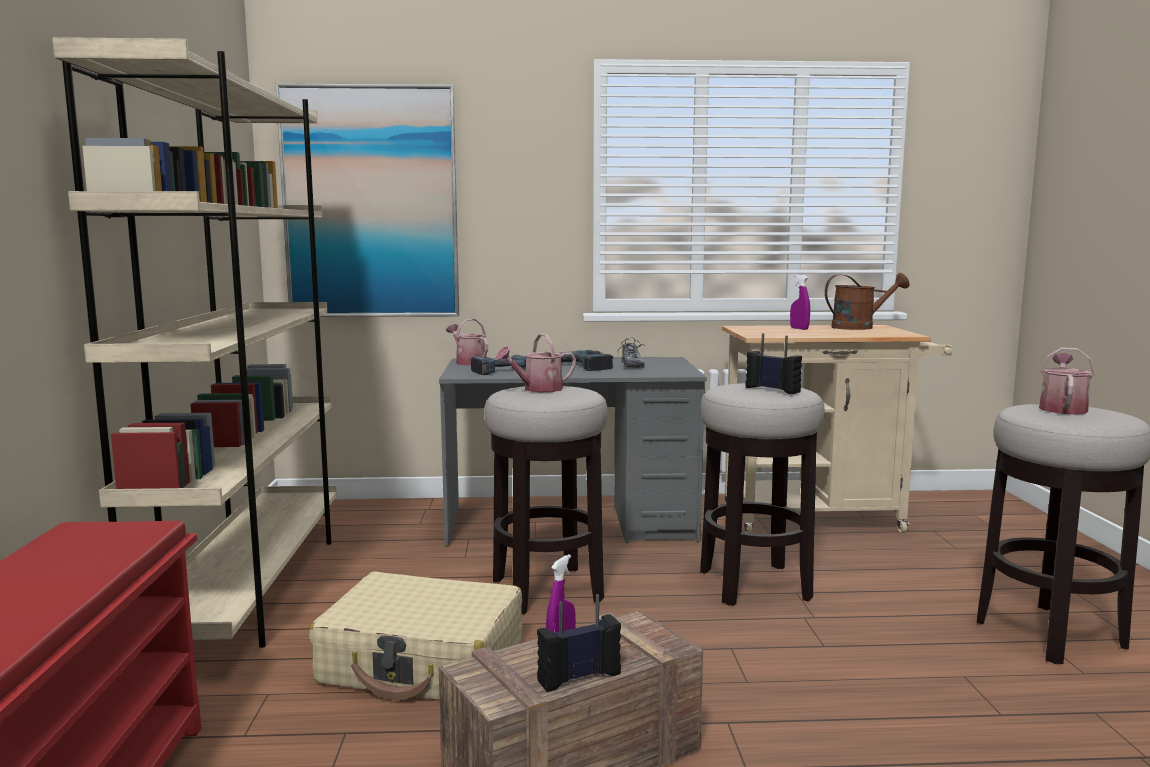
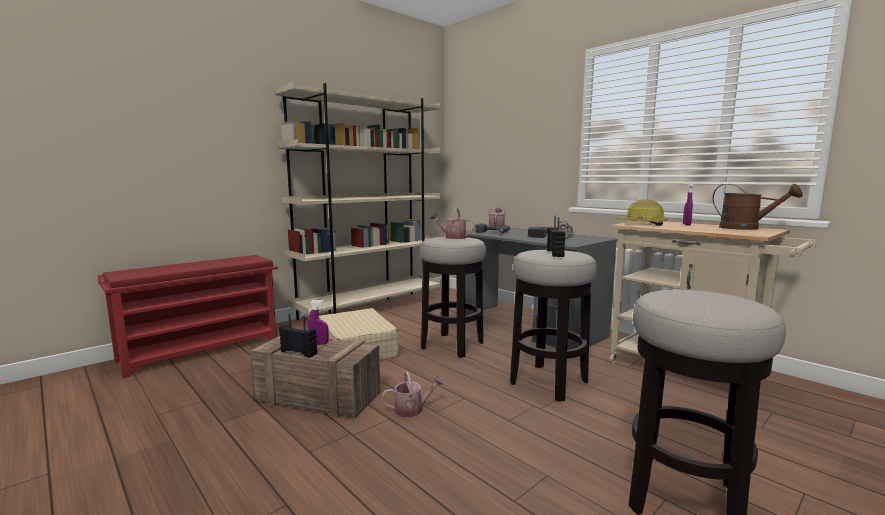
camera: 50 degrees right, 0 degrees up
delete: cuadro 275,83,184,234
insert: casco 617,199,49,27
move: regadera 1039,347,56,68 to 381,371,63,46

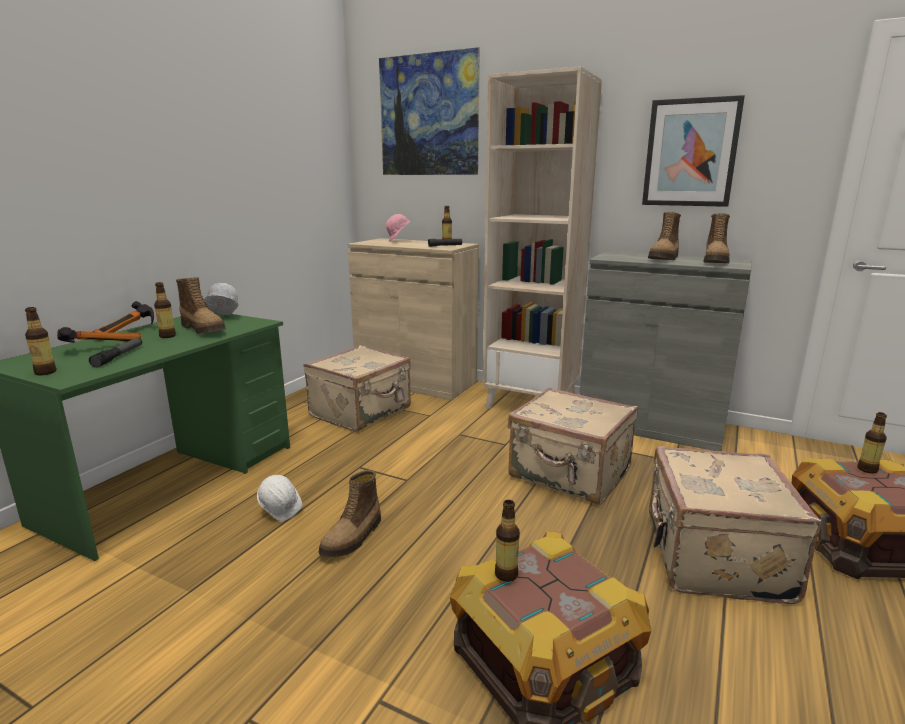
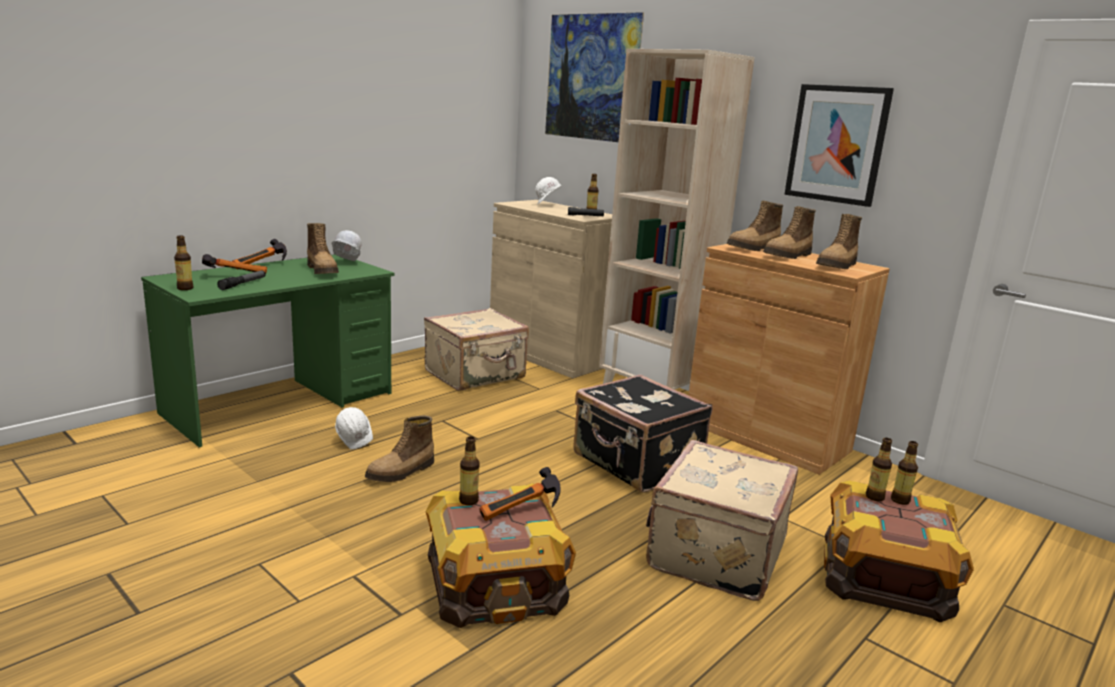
camera: 15 degrees right, 0 degrees up
insert: martillo 479,467,82,54; bota 726,201,57,50
move: botella 154,282,22,56 to 866,438,26,63
recolor: casco [rosa] 386,214,24,28 to casco [blanco] 535,177,27,28; maleta [beis] 508,387,130,118 to maleta [negro] 573,374,140,119; armario [gris] 579,251,173,200 to armario [marrón] 688,244,202,231

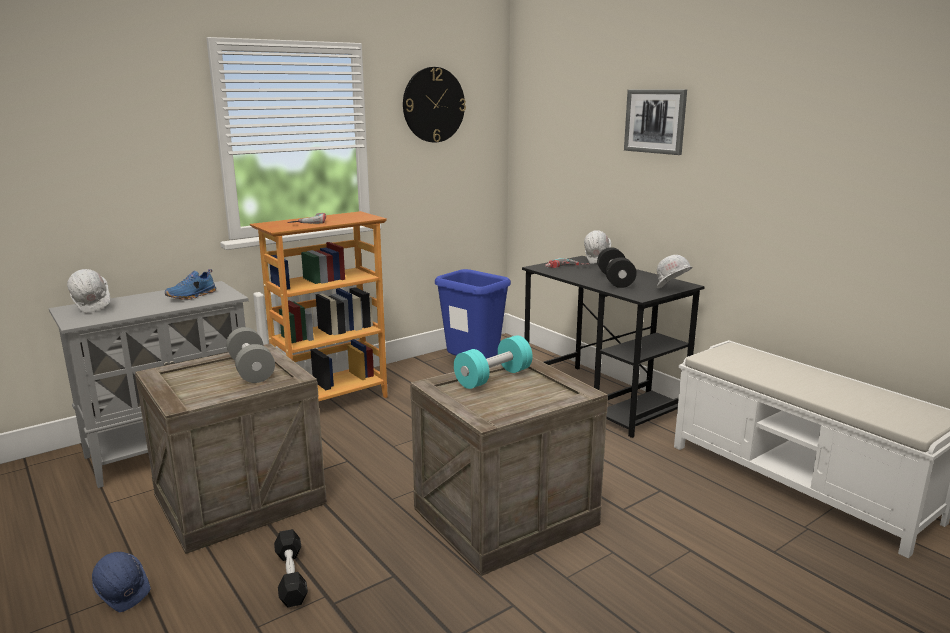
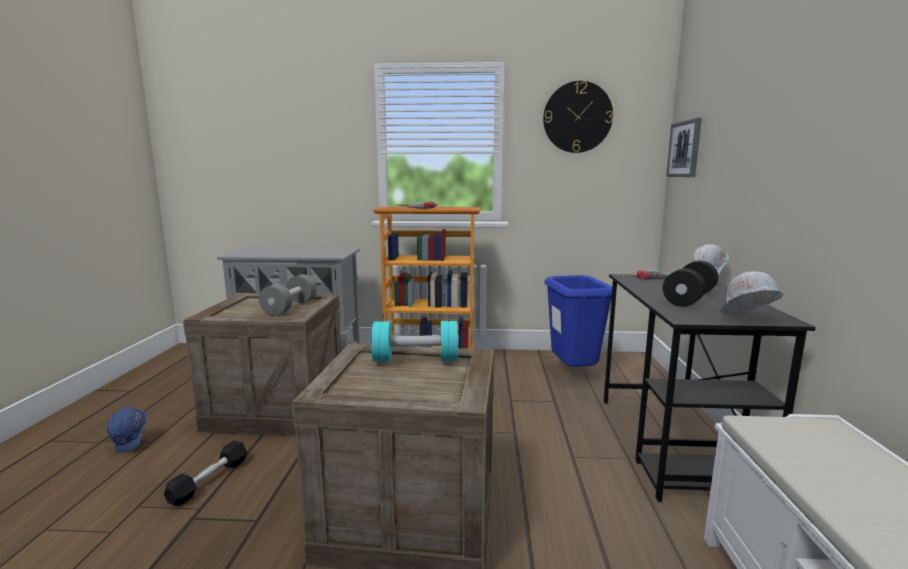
camera: 40 degrees right, 5 degrees down
delete: casco [blanco] 67,269,44,44; zapato [azul] 165,269,51,31
move: cuadro 624,90,63,65 to 666,118,36,59

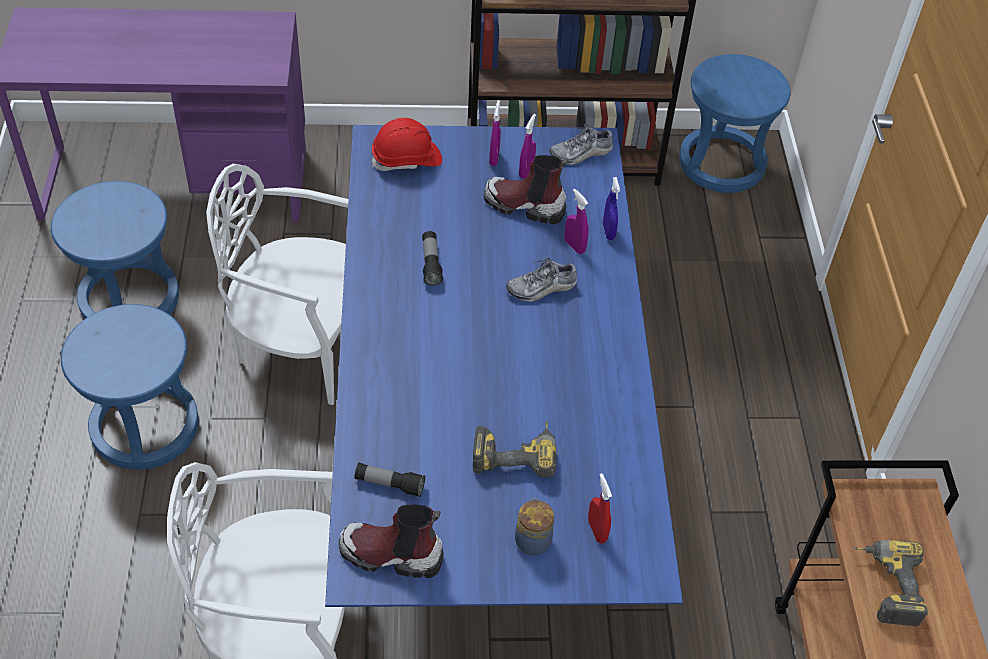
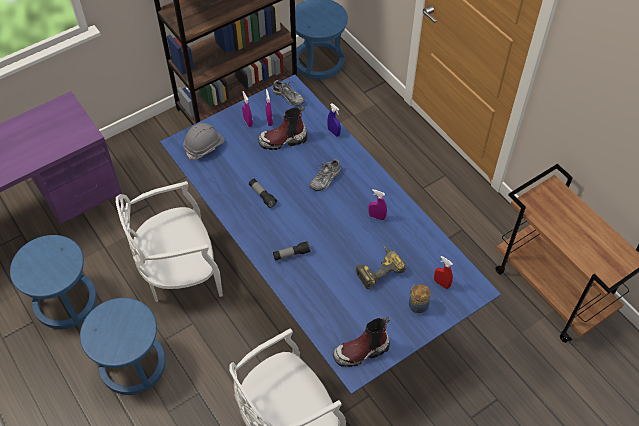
camera: 30 degrees left, 5 degrees up
delete: taladro 853,540,75,86
move: linterna 355,463,70,34 to 273,241,38,20; pulverizador [morado] 565,189,23,65 to 368,189,19,31
recolor: casco [rojo] 372,118,70,53 to casco [gris] 183,123,42,37
rotate: zapato 549,124,64,41 = 273,80,32,26 90 degrees counterclockwise

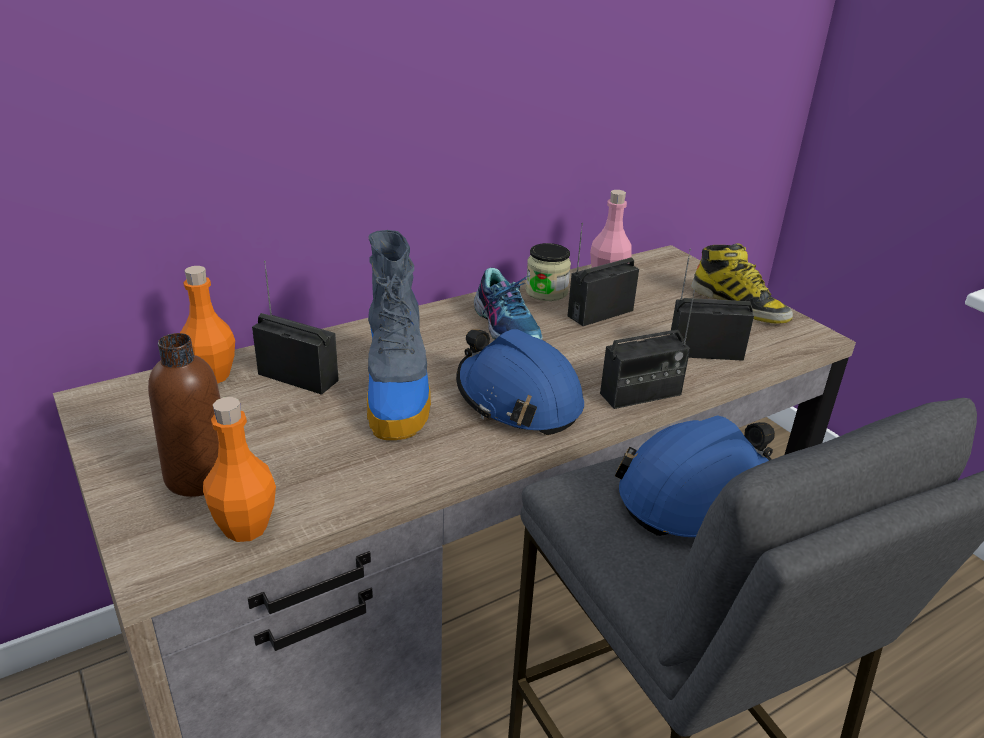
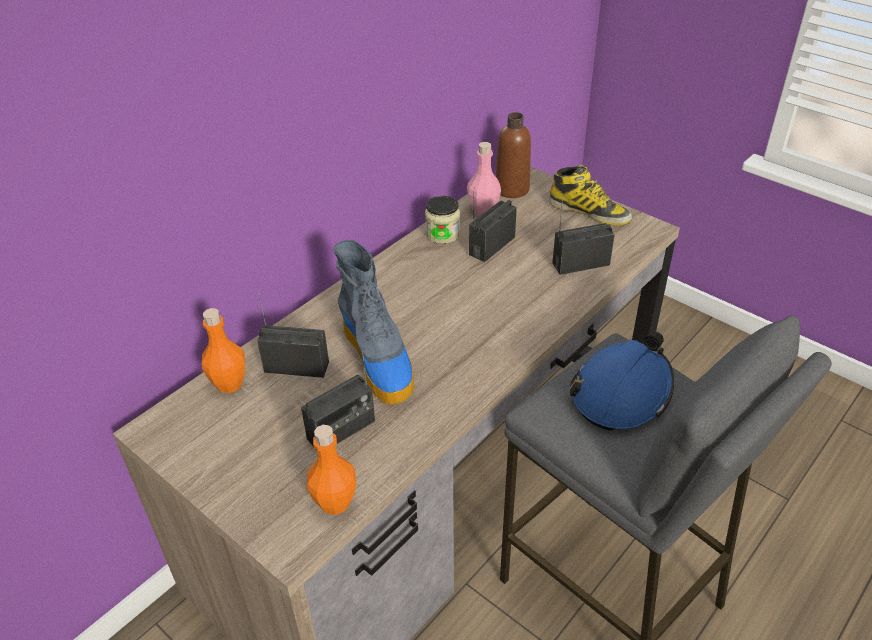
camera: 15 degrees left, 10 degrees up
delete: casco [azul] 456,329,128,106; zapato 474,268,69,72
move: botella [marrón] 148,333,73,164 to 495,112,36,86; radio 600,289,95,120 to 301,350,74,100

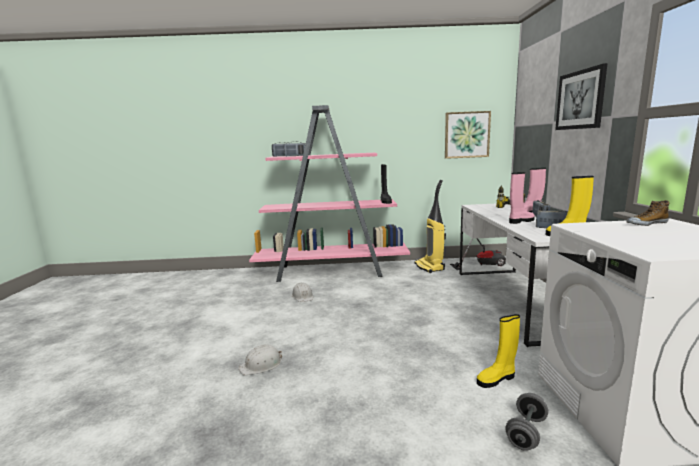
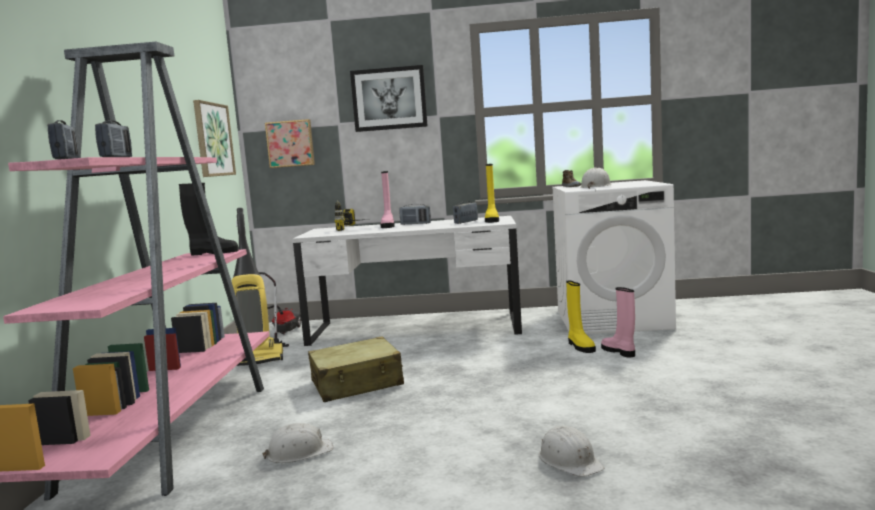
camera: 85 degrees left, 5 degrees down
delete: mancuerna [gris] 505,393,43,58
insert: cuadro 265,119,50,49; maleta [beis] 308,337,96,65; casco [blanco] 580,167,32,22
move: bota [rosa] 509,172,26,52 to 601,287,34,71

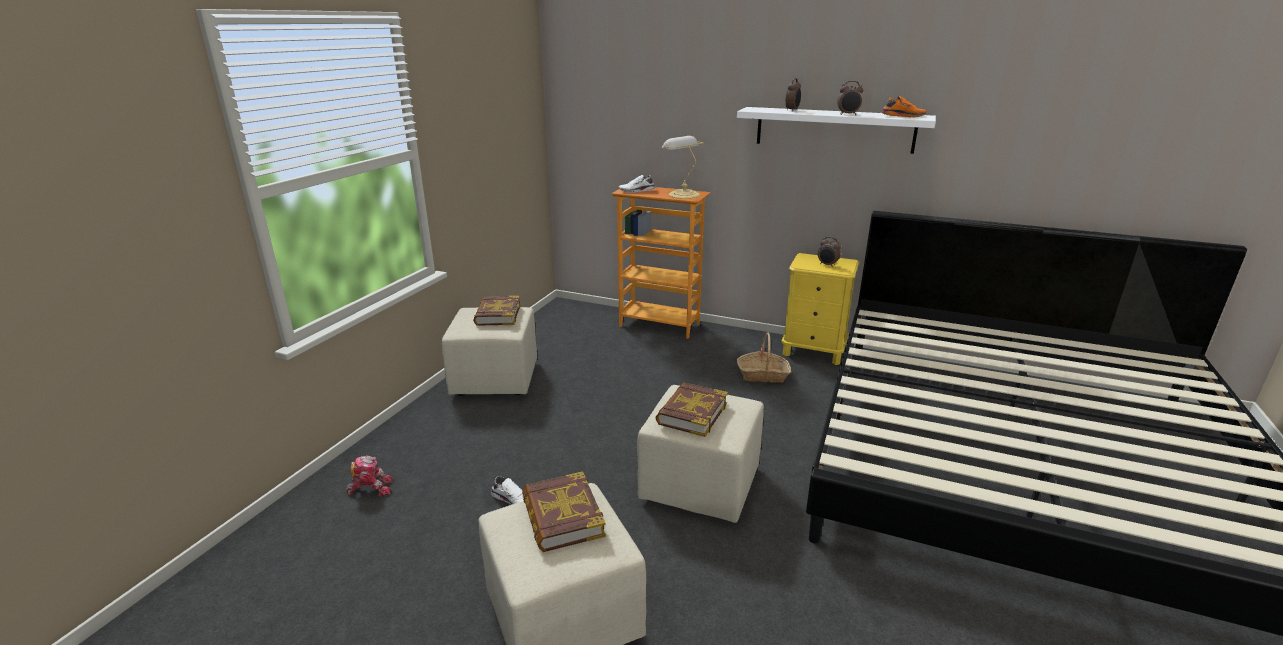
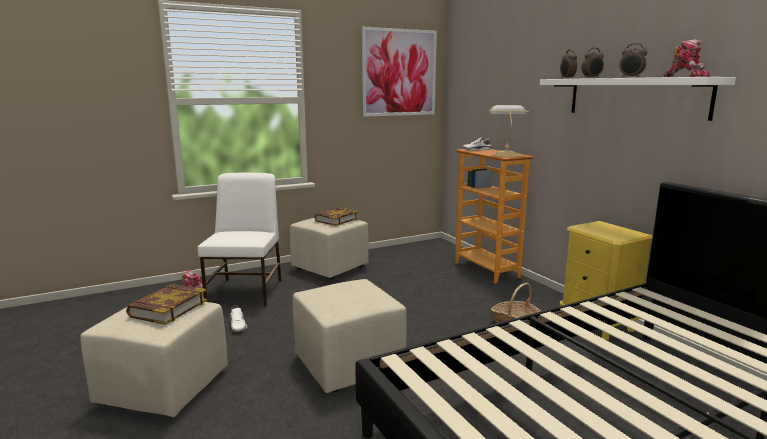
camera: 40 degrees right, 10 degrees down
delete: libro 655,382,73,55
insert: silla [blanco] 198,173,84,133; cuadro 362,27,75,90
move: despertador 818,237,23,30 to 560,49,17,30
replace: zapato [naranja] 881,96,46,22 to robot de juguete 663,39,47,38

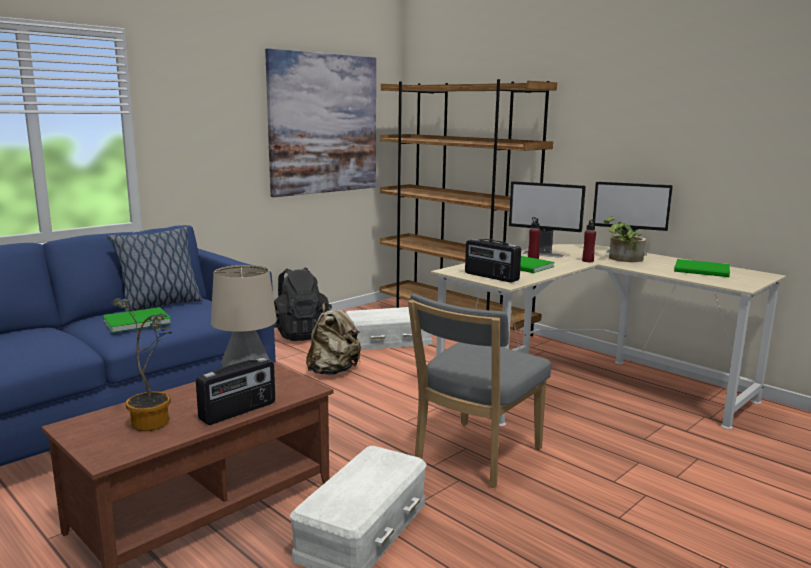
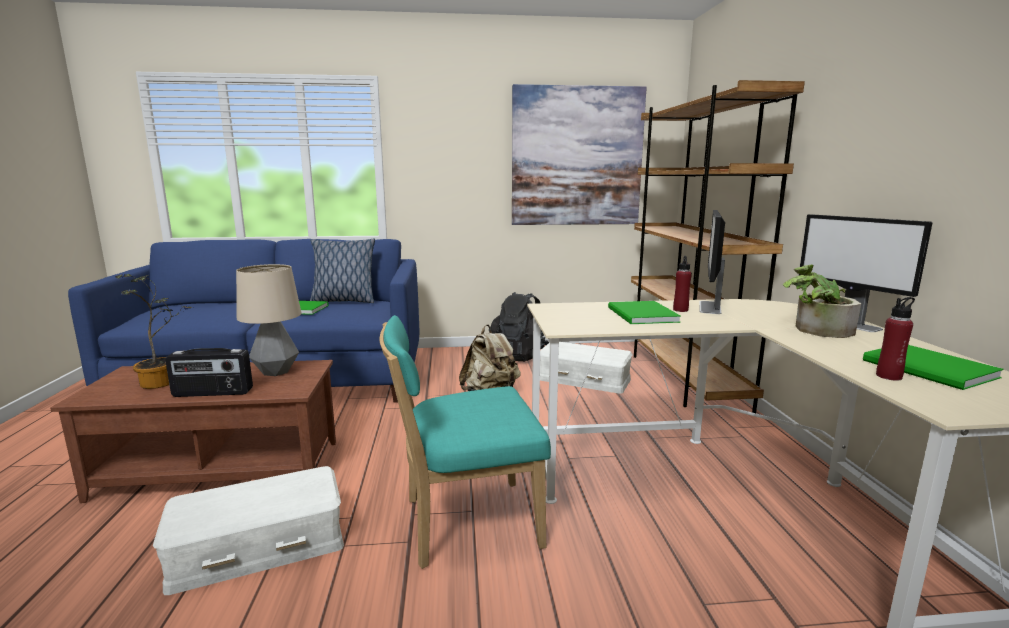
camera: 40 degrees right, 0 degrees up
delete: radio 465,239,56,44
move: botella [rojo] 582,219,14,43 to 876,297,39,84
recolor: silla [gris] 408,293,143,195 to silla [turquesa] 380,315,171,254
rotate: monitor 509,181,77,77 = 699,210,26,104 45 degrees clockwise

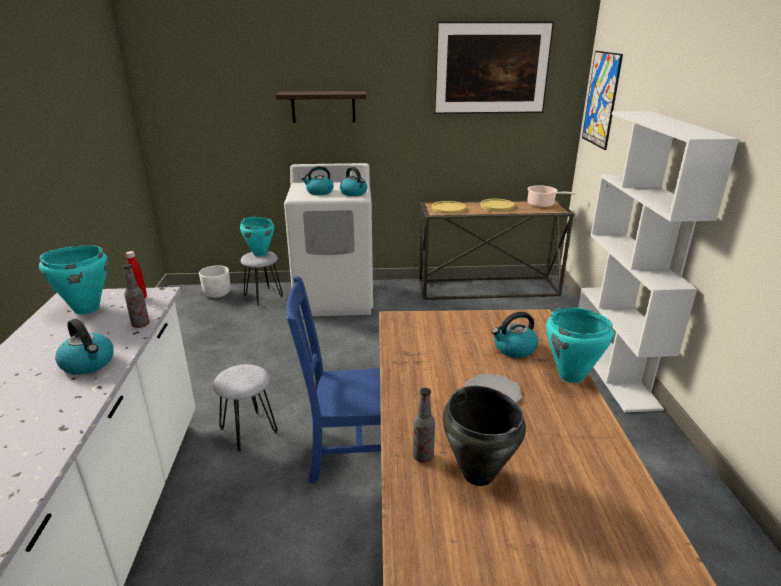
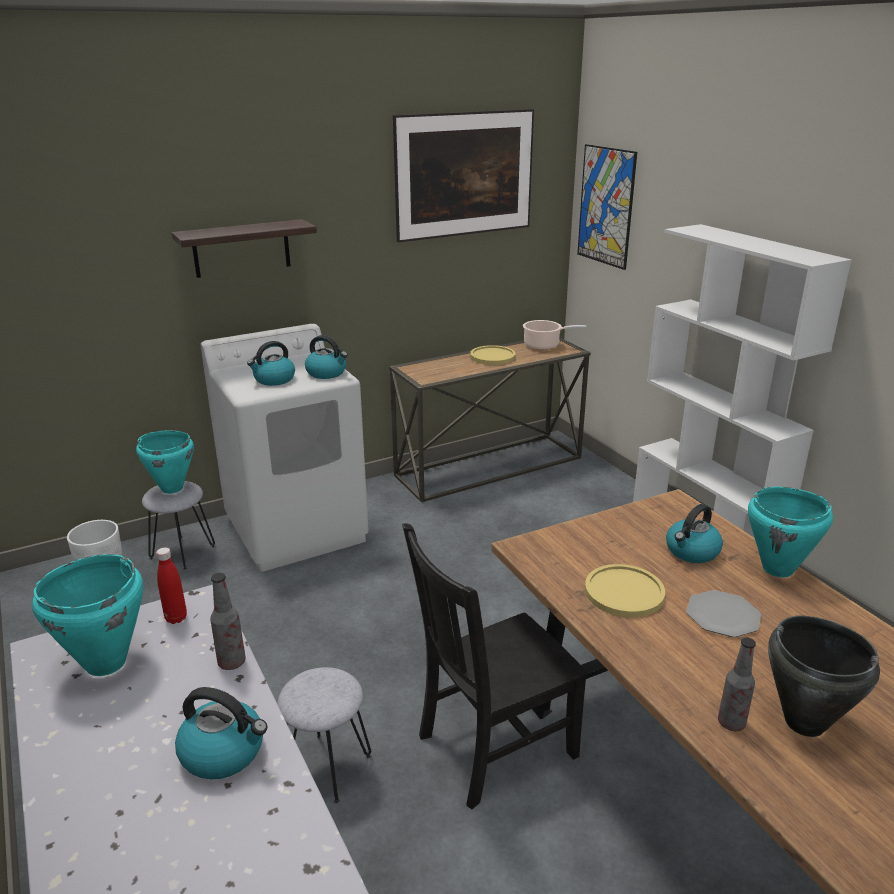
camera: 25 degrees left, 0 degrees up
move: plato [amarillo] 432,201,34,13 to 585,564,80,53
recolor: silla [azul] 286,276,95,207 to silla [negro] 402,523,185,286

